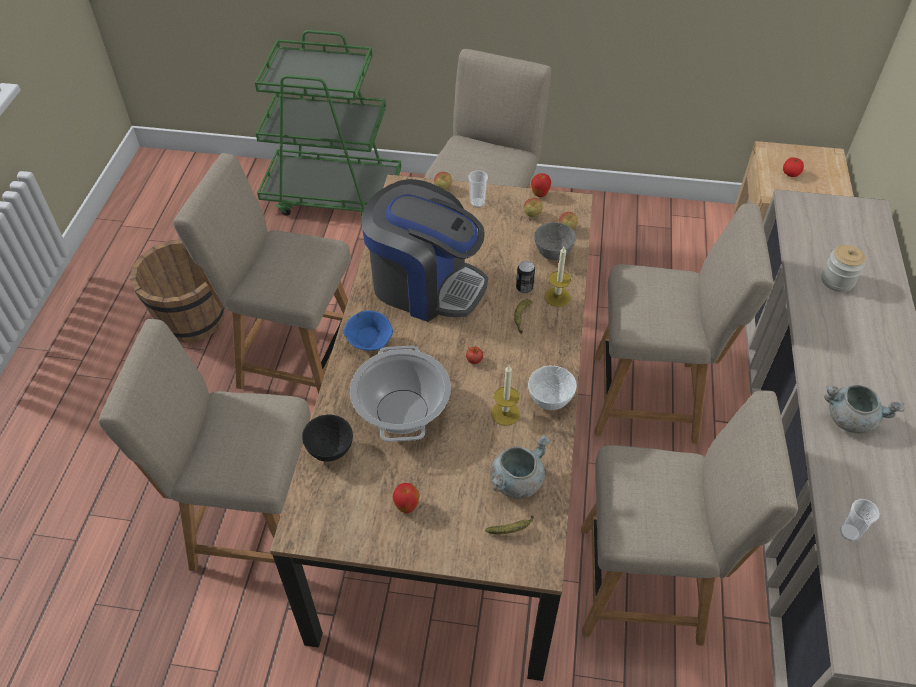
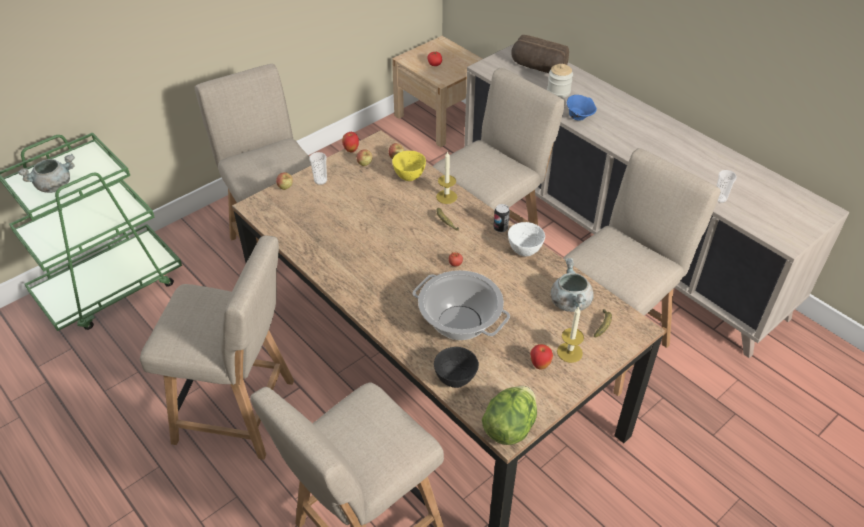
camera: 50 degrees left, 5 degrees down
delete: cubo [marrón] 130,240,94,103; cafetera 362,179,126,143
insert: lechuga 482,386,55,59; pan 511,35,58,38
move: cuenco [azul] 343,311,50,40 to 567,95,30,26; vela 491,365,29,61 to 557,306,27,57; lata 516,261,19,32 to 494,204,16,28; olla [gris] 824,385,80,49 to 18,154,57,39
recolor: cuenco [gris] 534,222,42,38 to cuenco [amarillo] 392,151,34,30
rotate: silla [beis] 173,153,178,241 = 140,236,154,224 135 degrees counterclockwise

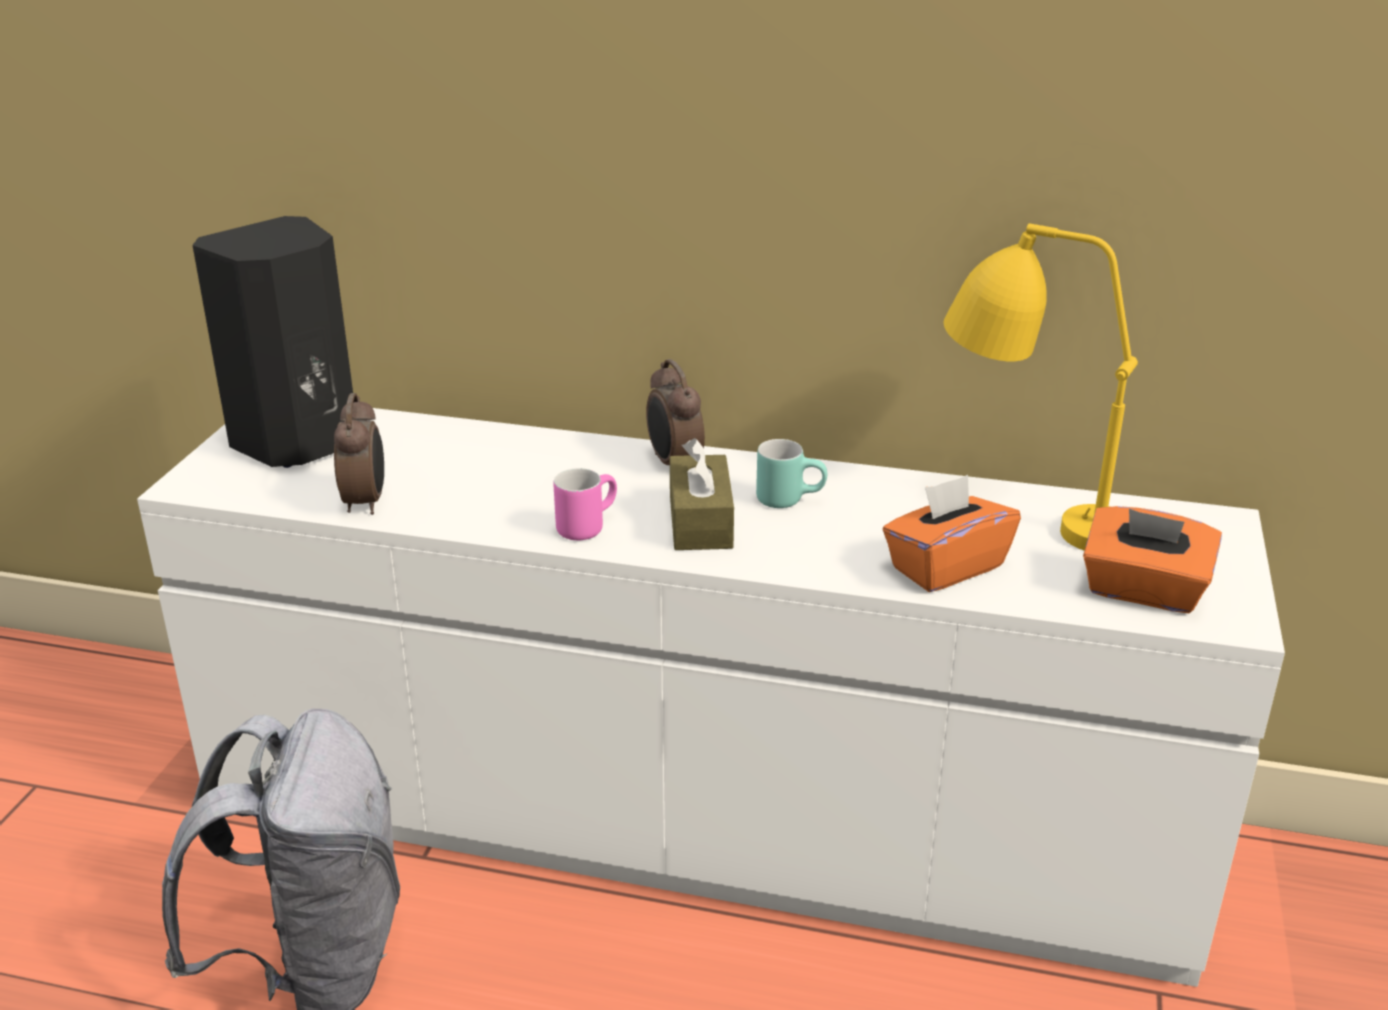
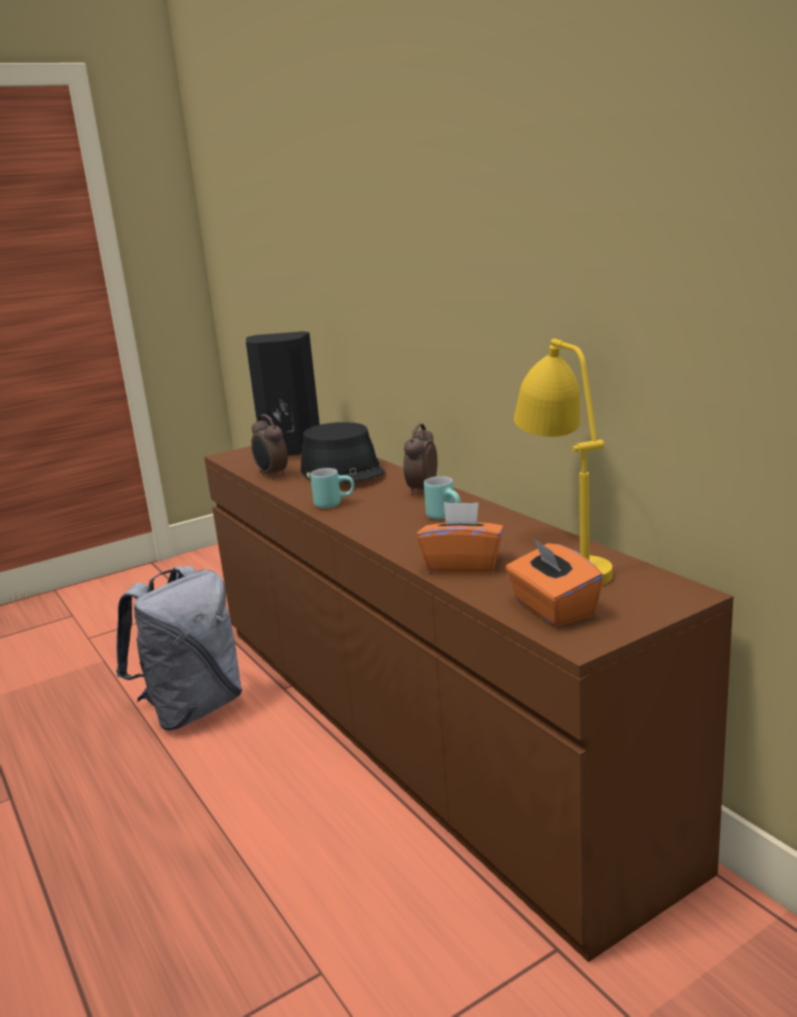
camera: 45 degrees right, 10 degrees down
delete: caja de pañuelos [marrón] 670,438,64,112
insert: sombrero [negro] 301,422,84,62
recolor: cómoda [blanco] 137,408,1148,579 to cómoda [marrón] 204,446,529,516; taza grande [rosa] 554,468,63,72 to taza grande [turquesa] 310,468,44,40
rotate: despertador 334,393,50,122 = 251,414,37,65 105 degrees clockwise

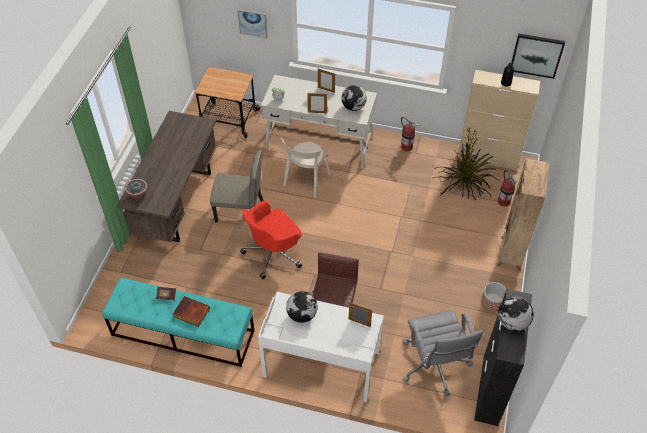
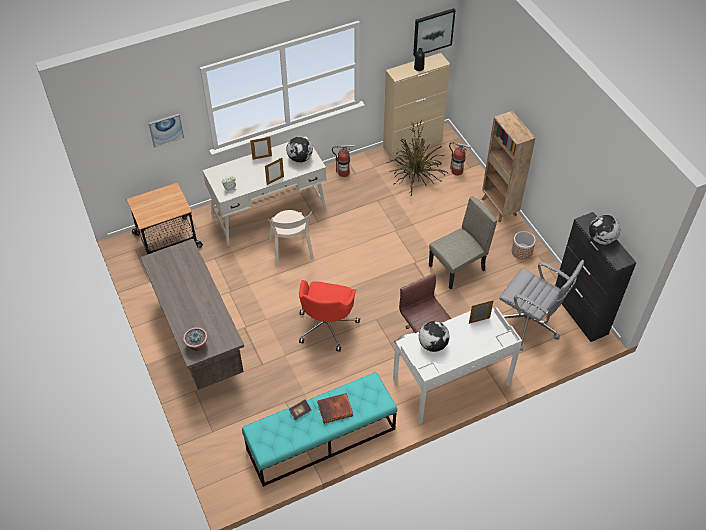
camera: 40 degrees left, 0 degrees up
move: silla [beis] 210,150,53,73 to 429,196,68,94

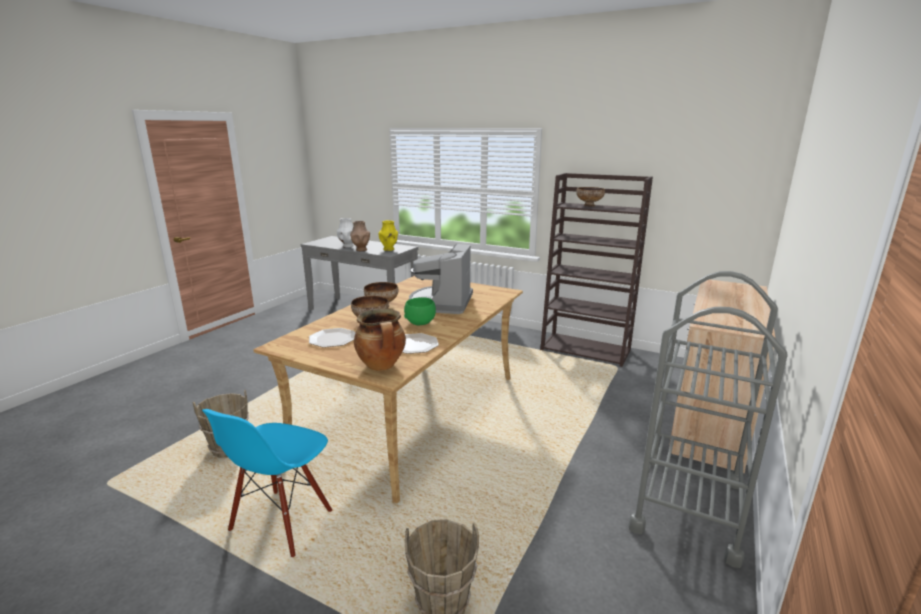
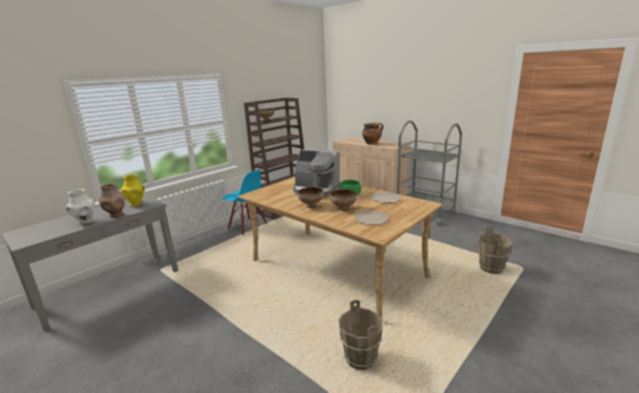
camera: 75 degrees left, 0 degrees up
move: silla [azul] 202,409,130,148 to 222,169,45,66; olla 354,308,52,63 to 362,123,21,22

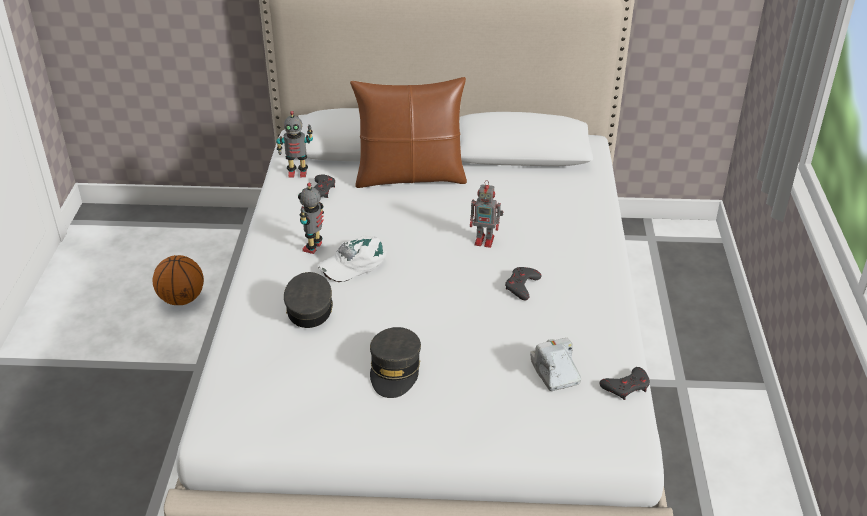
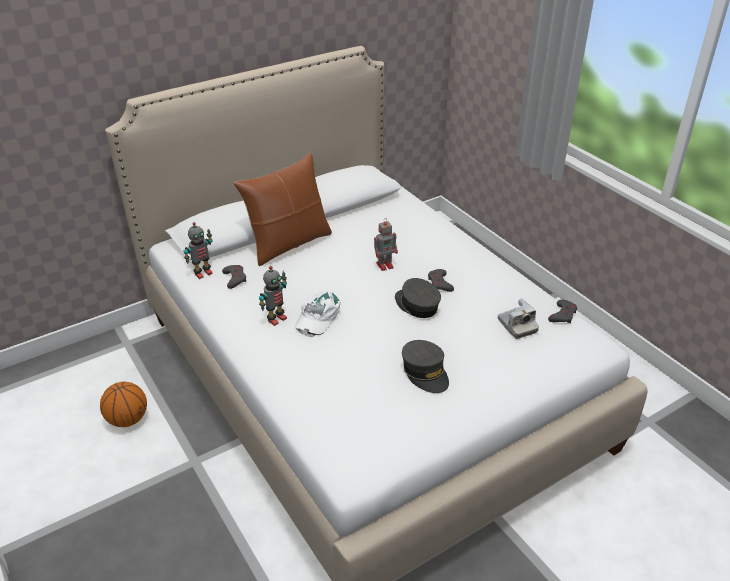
camera: 35 degrees left, 0 degrees up
move: gorra [gris] 284,272,49,56 to 395,278,46,40
rotate: robot de juguete 298,183,26,71 = 259,266,28,60 120 degrees counterclockwise; cámara 530,338,51,53 = 498,298,41,41 150 degrees counterclockwise

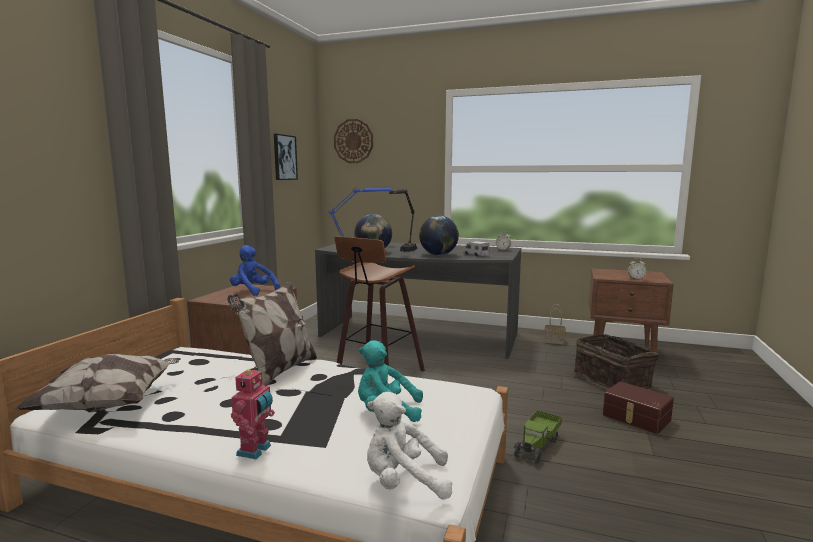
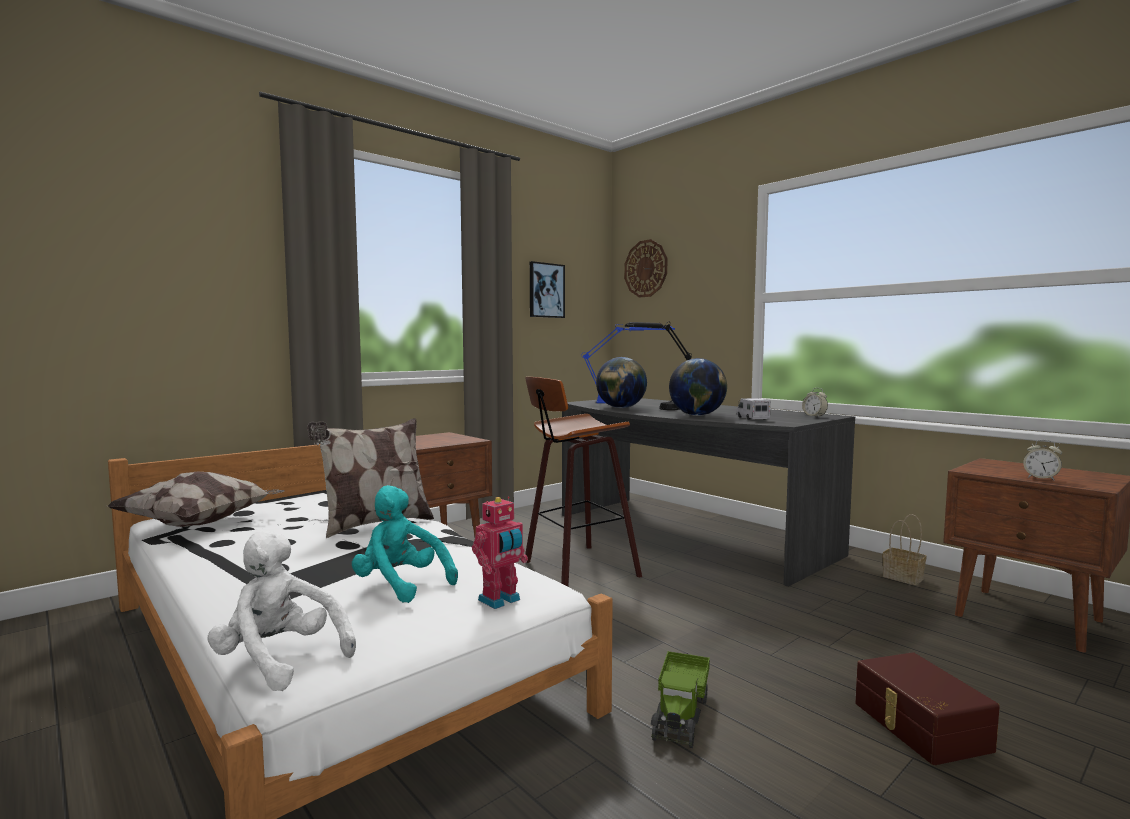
camera: 30 degrees right, 5 degrees down
delete: peluche [azul] 230,245,50,51; cesta 574,334,84,55
move: robot de juguete 231,367,44,93 to 472,496,56,113
rotate: camión de juguete 514,410,48,54 = 651,651,59,97 45 degrees counterclockwise

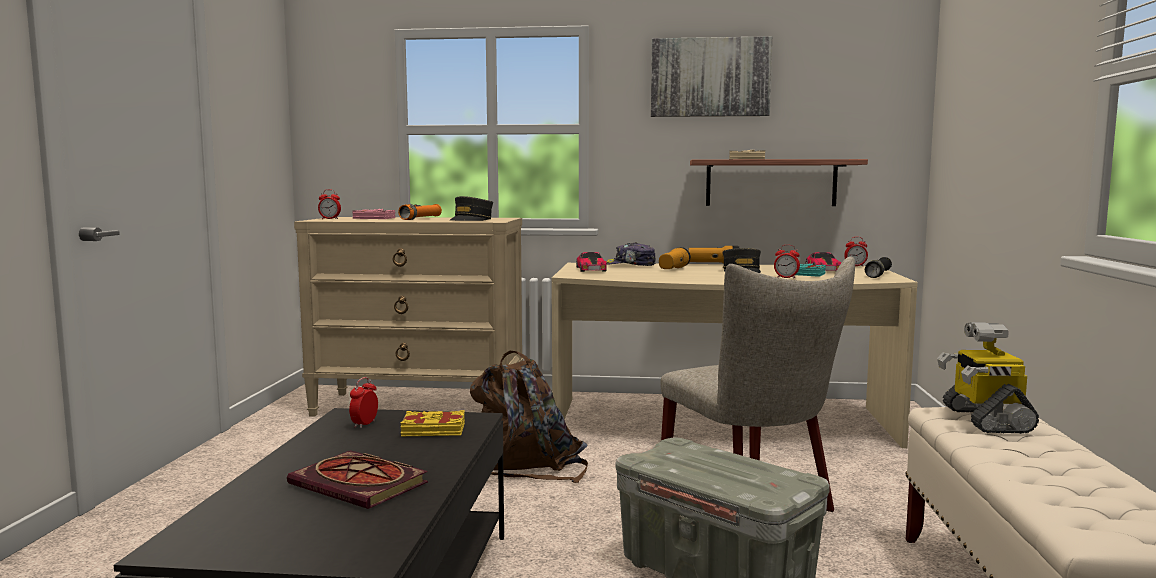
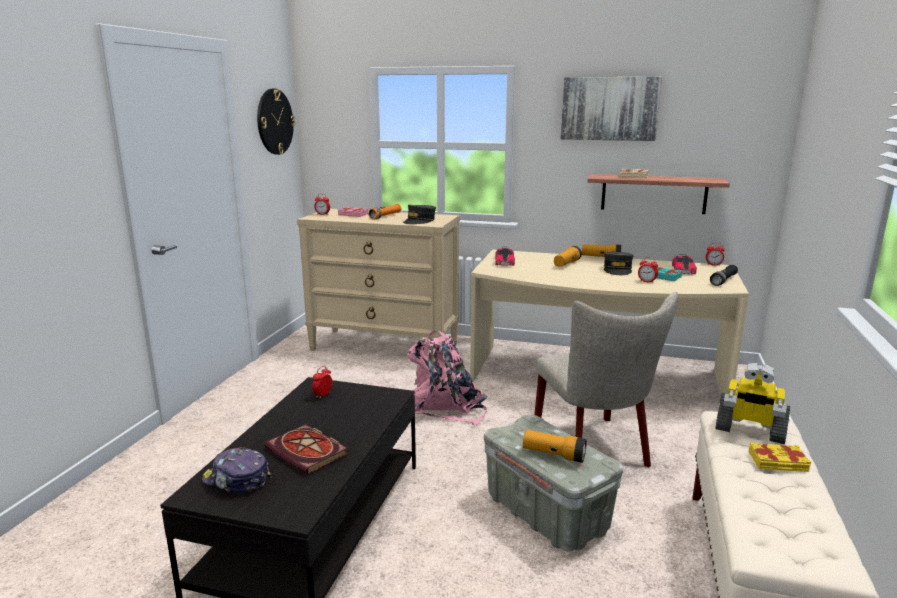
camera: 10 degrees right, 10 degrees up
insert: reloj de pared 257,89,38,66; linterna 523,430,64,33
move: libro [amarillo] 401,410,64,26 to 749,442,62,30; gorra 607,243,49,23 to 202,448,70,45
recolor: mochila [marrón] 470,351,118,132 to mochila [rosa] 408,331,79,95
rotate: robot de juguete 937,322,102,112 = 715,363,75,81 75 degrees counterclockwise

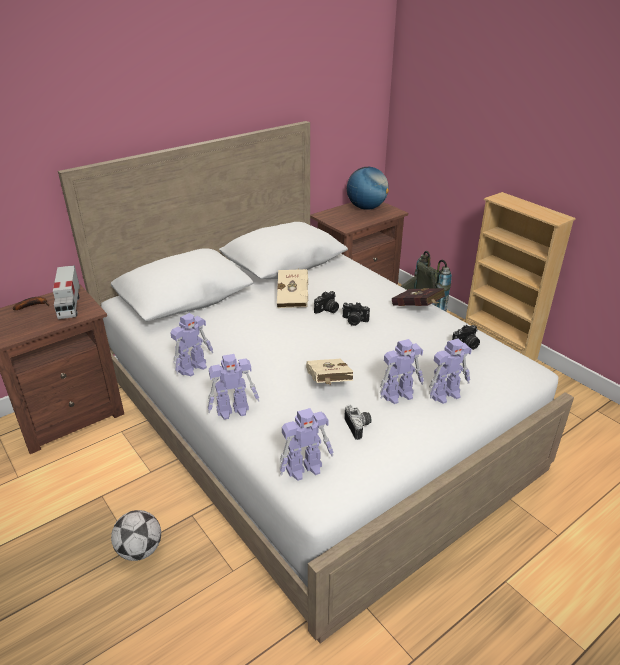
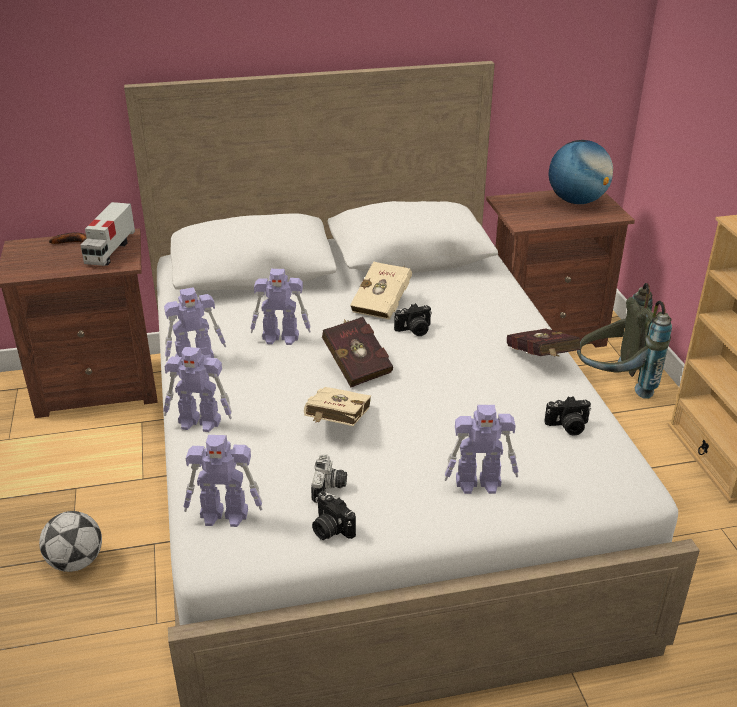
camera: 25 degrees right, 0 degrees up
insert: libro [rojo] 322,317,71,70
move: cámara 342,303,28,23 to 312,491,44,49; robot de juguete 380,339,44,65 to 250,269,61,76

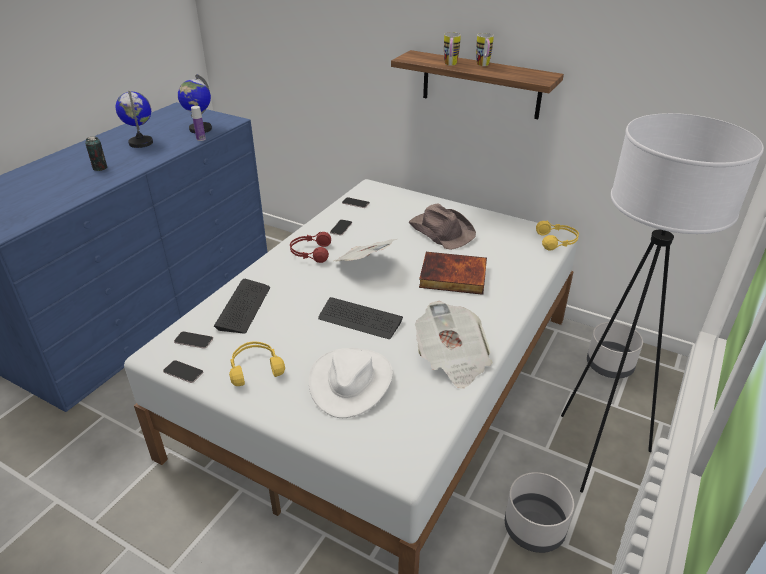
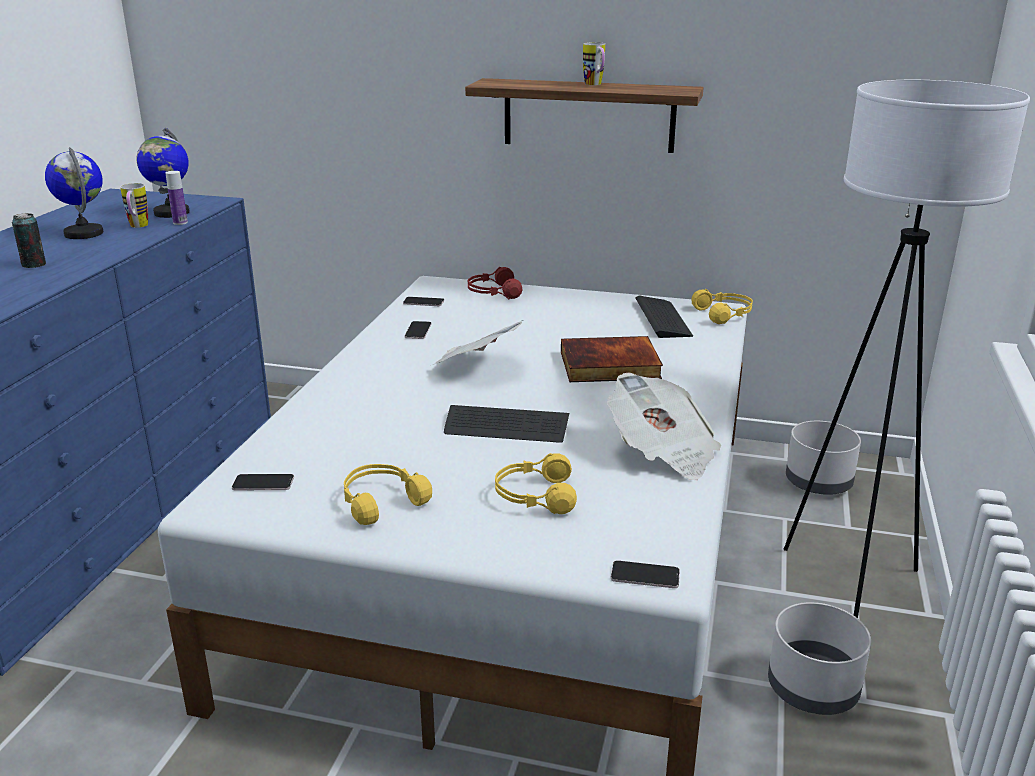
camera: 15 degrees left, 10 degrees down
delete: sombrero [marrón] 409,204,67,46
move: móvil 163,360,40,23 to 611,560,69,28; teclado 214,279,56,55 to 635,296,58,42; auriculares [rojo] 290,232,41,31 to 468,267,55,32; taza grande 444,32,17,34 to 120,183,28,45
replace: sombrero [blanco] 309,348,84,70 to auriculares [amarillo] 495,453,82,61

